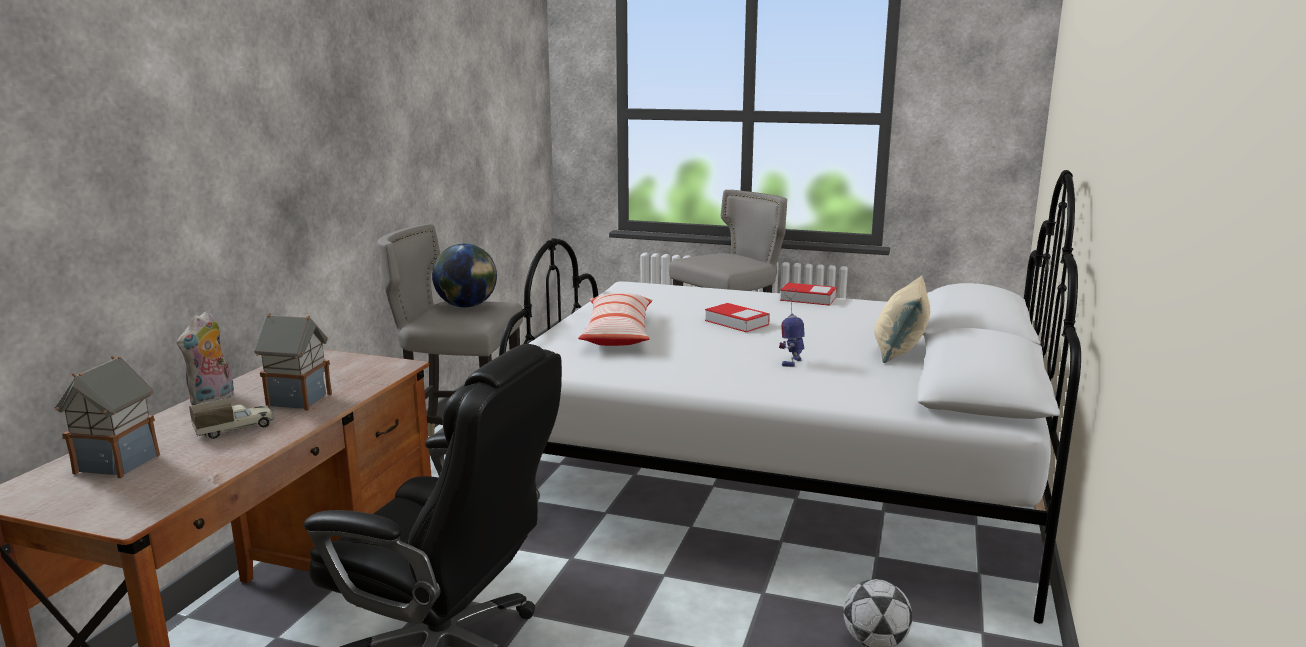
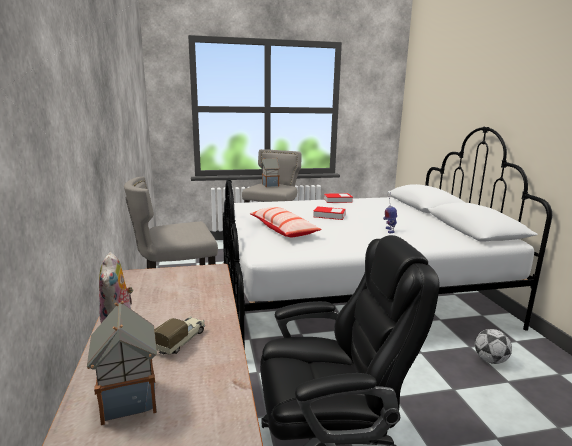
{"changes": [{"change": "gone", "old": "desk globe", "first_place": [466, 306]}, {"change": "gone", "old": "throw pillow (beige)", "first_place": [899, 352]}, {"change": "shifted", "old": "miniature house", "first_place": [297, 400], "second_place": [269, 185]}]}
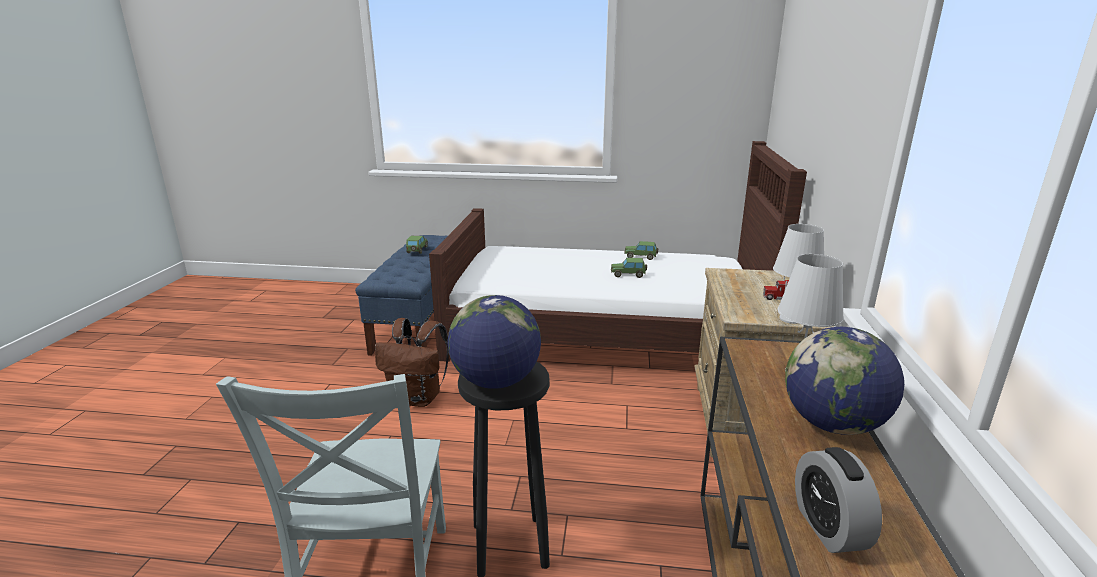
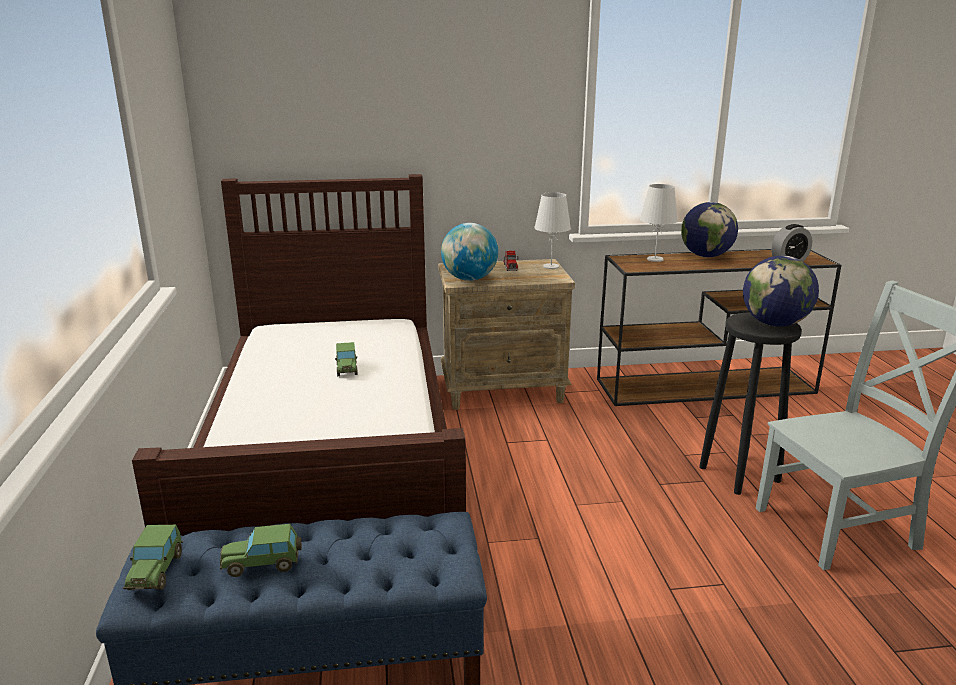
{"changes": [{"change": "gone", "old": "knapsack (brown)", "first_place": [418, 398]}, {"change": "new", "new": "desk globe", "second_place": [469, 279]}, {"change": "shifted", "old": "miniature car", "first_place": [641, 257], "second_place": [156, 571]}]}
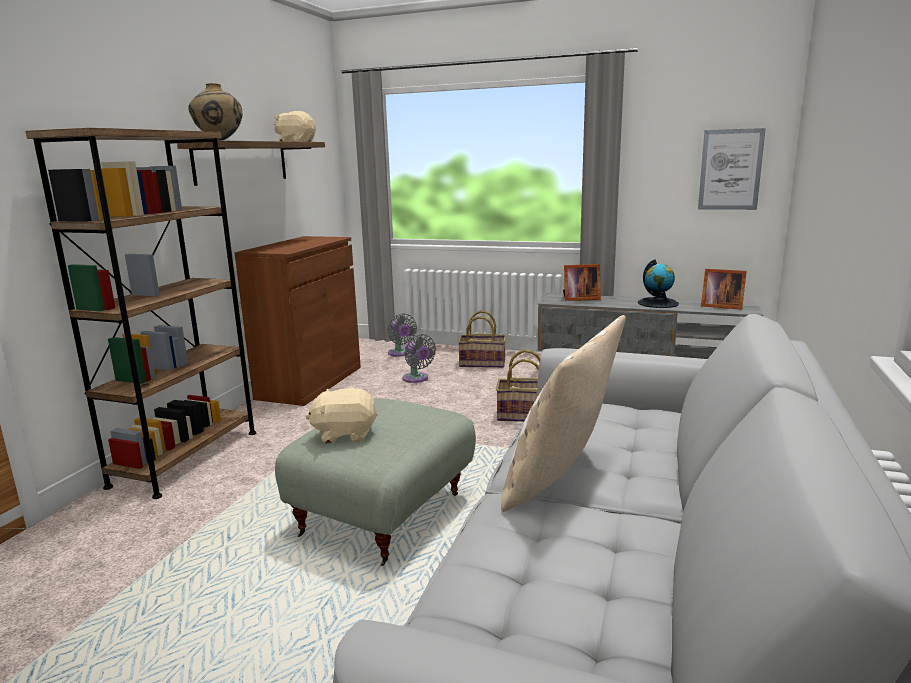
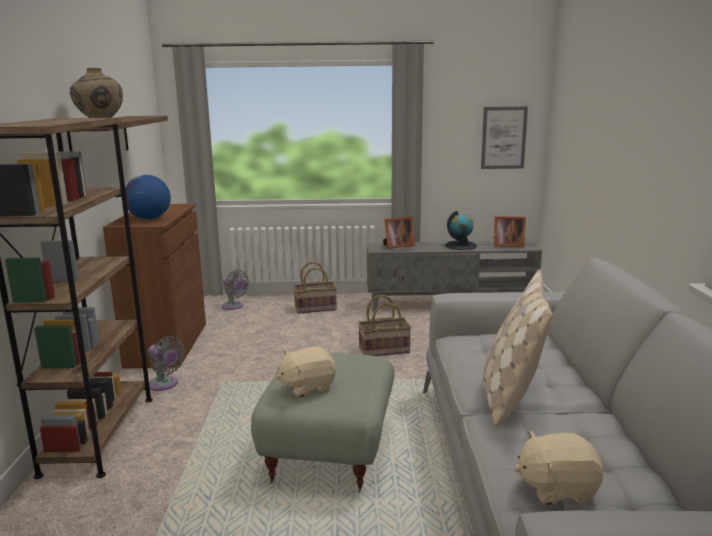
{"changes": [{"change": "new", "new": "desk globe", "second_place": [149, 219]}, {"change": "shifted", "old": "soft toy (beige)", "first_place": [296, 142], "second_place": [556, 489]}, {"change": "shifted", "old": "electric fan (greyish)", "first_place": [417, 379], "second_place": [165, 385]}]}
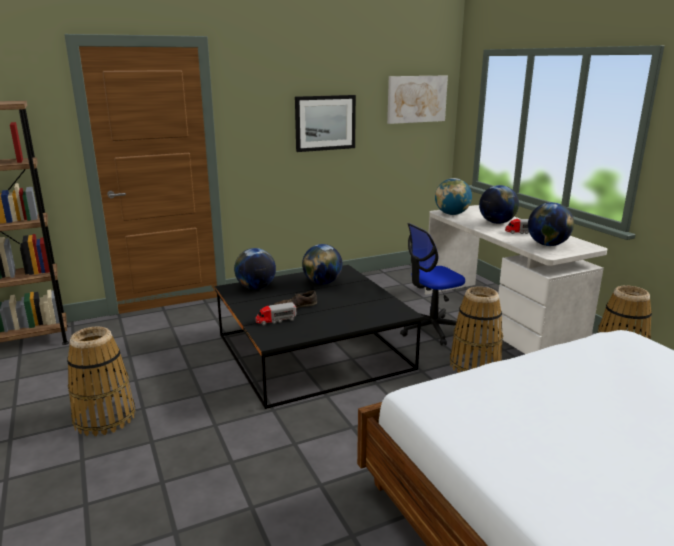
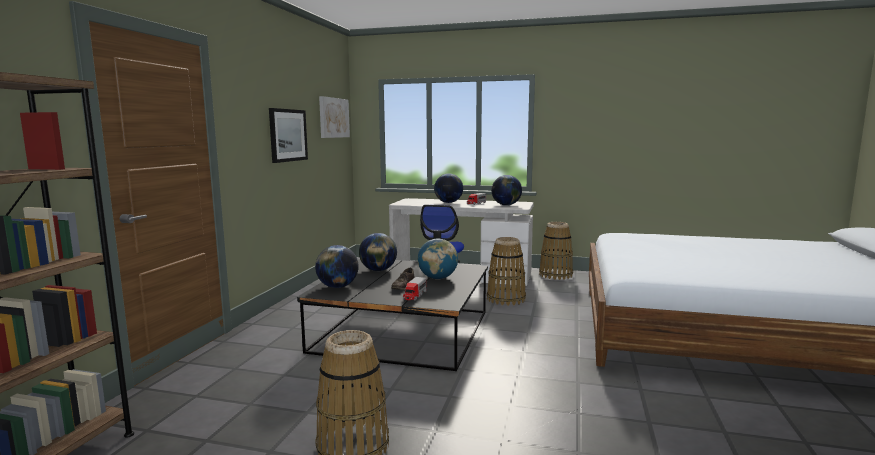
{"changes": [{"change": "shifted", "old": "desk globe", "first_place": [452, 214], "second_place": [438, 278]}]}
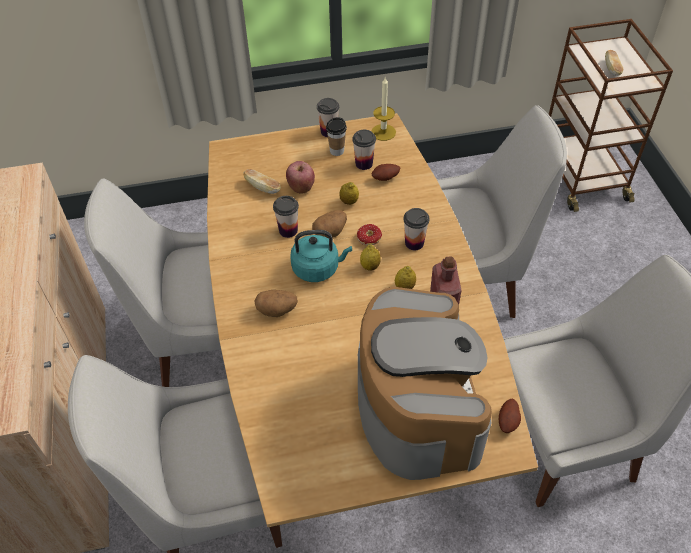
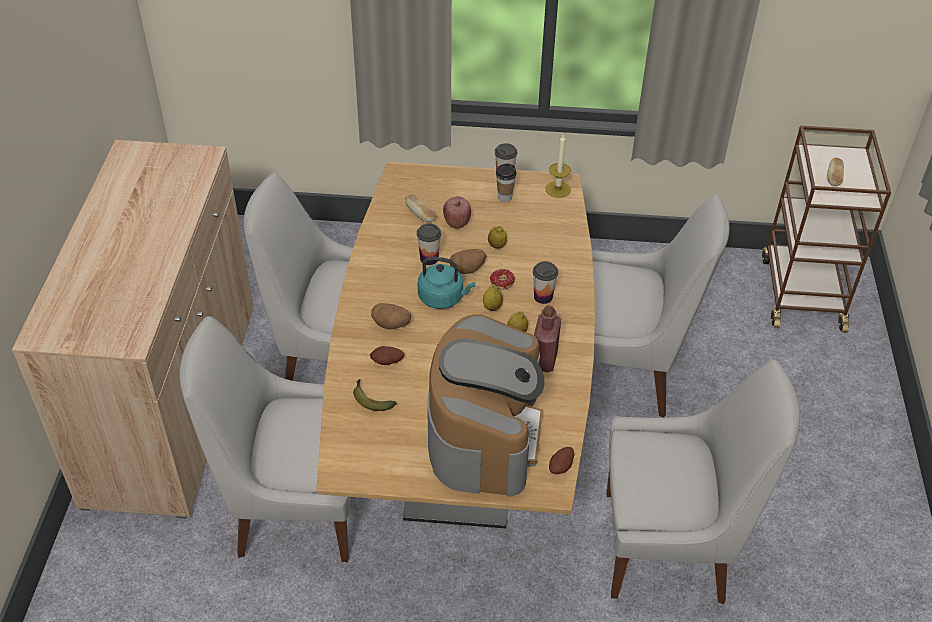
{"changes": [{"change": "gone", "old": "small cup", "first_place": [364, 164]}, {"change": "new", "new": "banana", "second_place": [370, 399]}, {"change": "shifted", "old": "spud", "first_place": [386, 178], "second_place": [387, 362]}]}
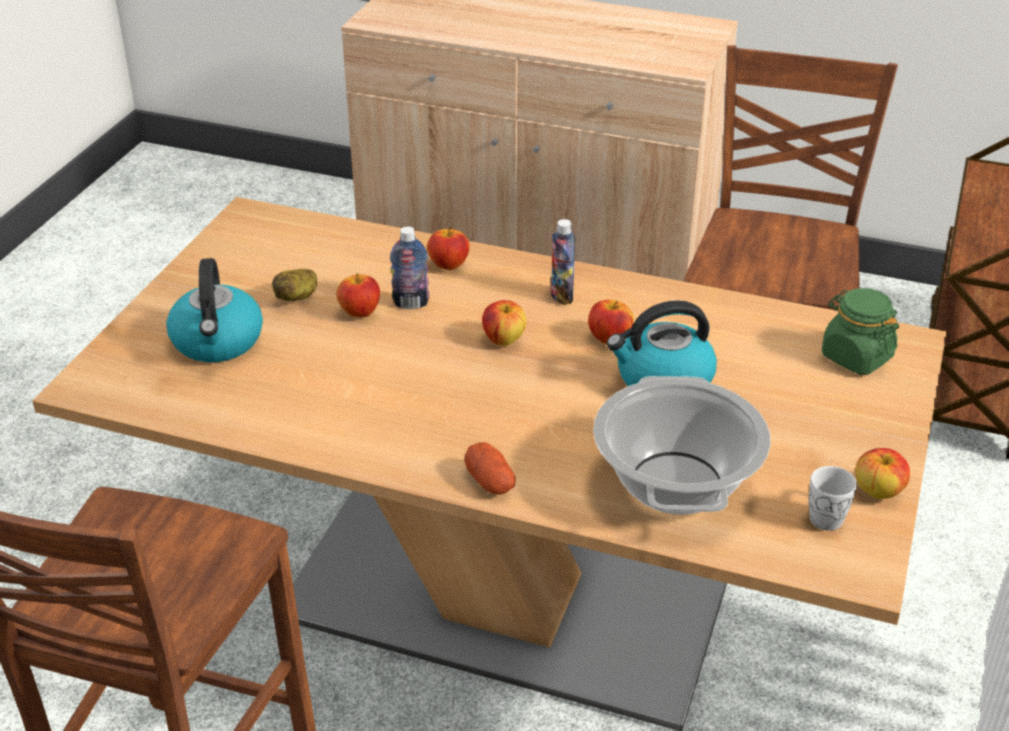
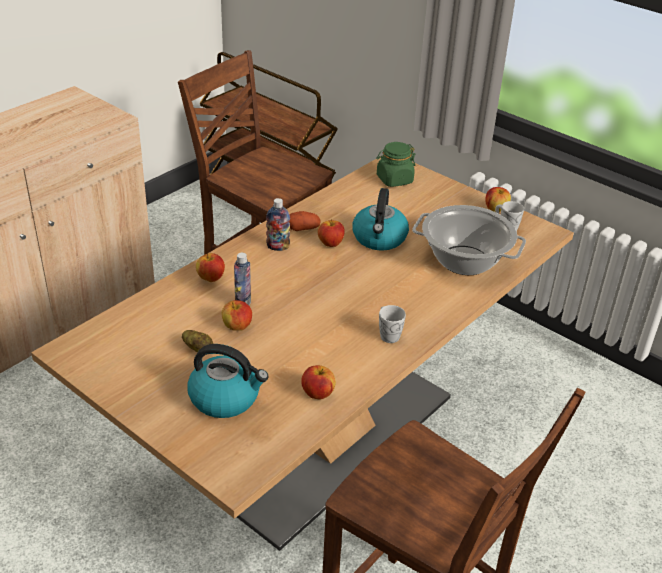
{"changes": [{"change": "new", "new": "tea mug (white-coloured)", "second_place": [388, 334]}, {"change": "shifted", "old": "spud", "first_place": [490, 481], "second_place": [303, 228]}, {"change": "shifted", "old": "apple fruit", "first_place": [503, 339], "second_place": [317, 393]}]}
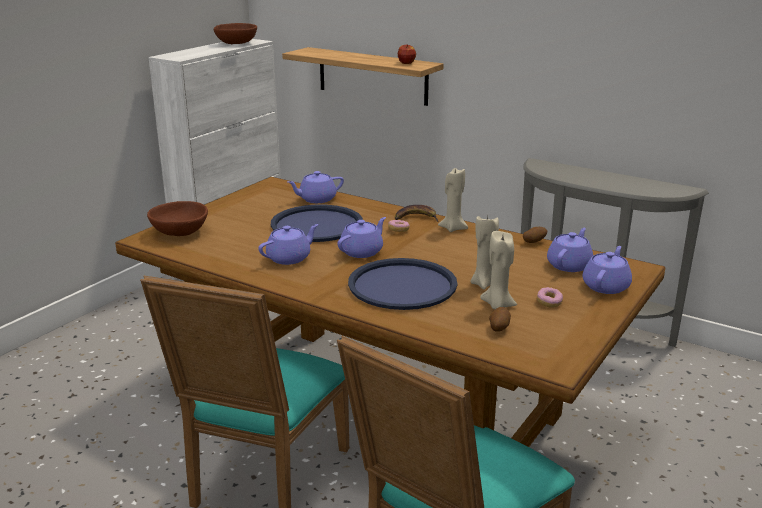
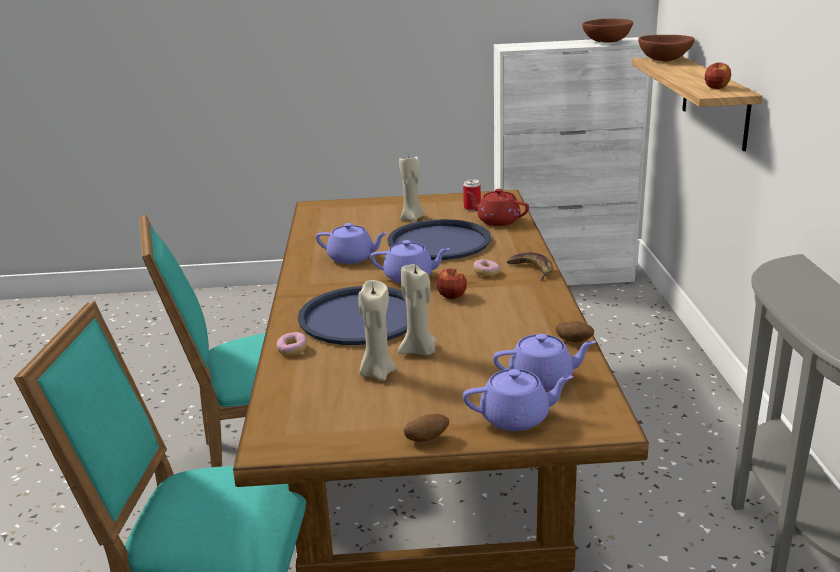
{"changes": [{"change": "new", "new": "apple fruit", "second_place": [451, 296]}, {"change": "new", "new": "can", "second_place": [472, 208]}, {"change": "shifted", "old": "bowl (brown)", "first_place": [180, 232], "second_place": [664, 60]}, {"change": "shifted", "old": "candle (beige)", "first_place": [453, 228], "second_place": [412, 218]}, {"change": "shifted", "old": "spud", "first_place": [498, 328], "second_place": [427, 439]}, {"change": "shifted", "old": "ring doughnut", "first_place": [549, 302], "second_place": [292, 350]}, {"change": "repainted", "old": "teapot (purplish)", "new": "teapot (red)", "first_place": [316, 199], "second_place": [497, 221]}]}
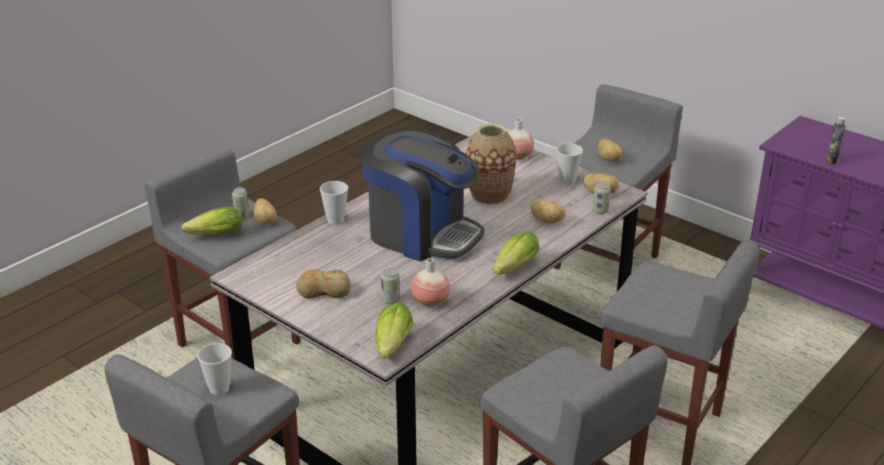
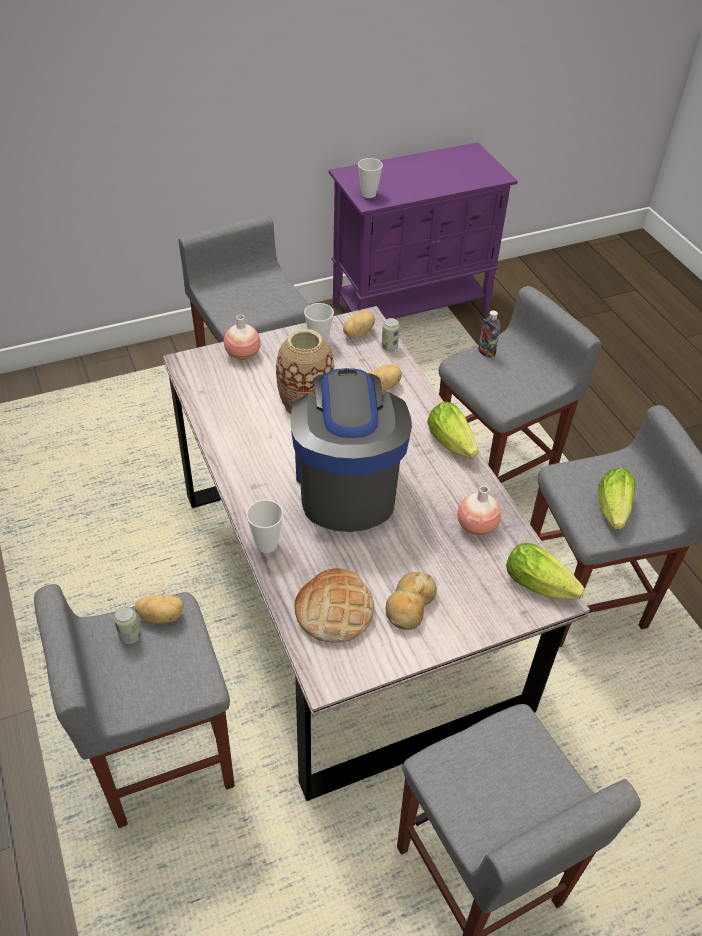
{"changes": [{"change": "gone", "old": "can", "first_place": [390, 300]}, {"change": "gone", "old": "spud", "first_place": [609, 159]}, {"change": "new", "new": "bread", "second_place": [334, 610]}, {"change": "shifted", "old": "lettuce", "first_place": [213, 235], "second_place": [613, 511]}, {"change": "shifted", "old": "small cup", "first_place": [219, 388], "second_place": [369, 194]}, {"change": "shifted", "old": "bottle", "first_place": [832, 160], "second_place": [486, 352]}, {"change": "rotated", "old": "coffee machine", "first_place": [422, 234], "second_place": [346, 484], "degrees": -60}]}
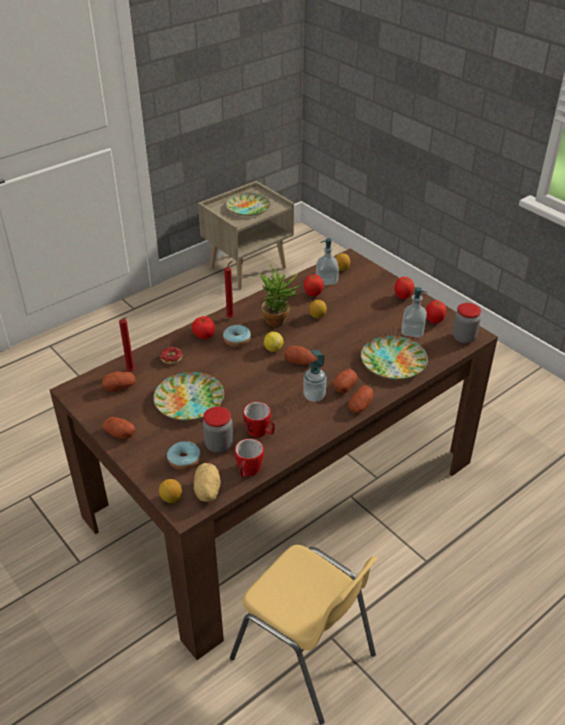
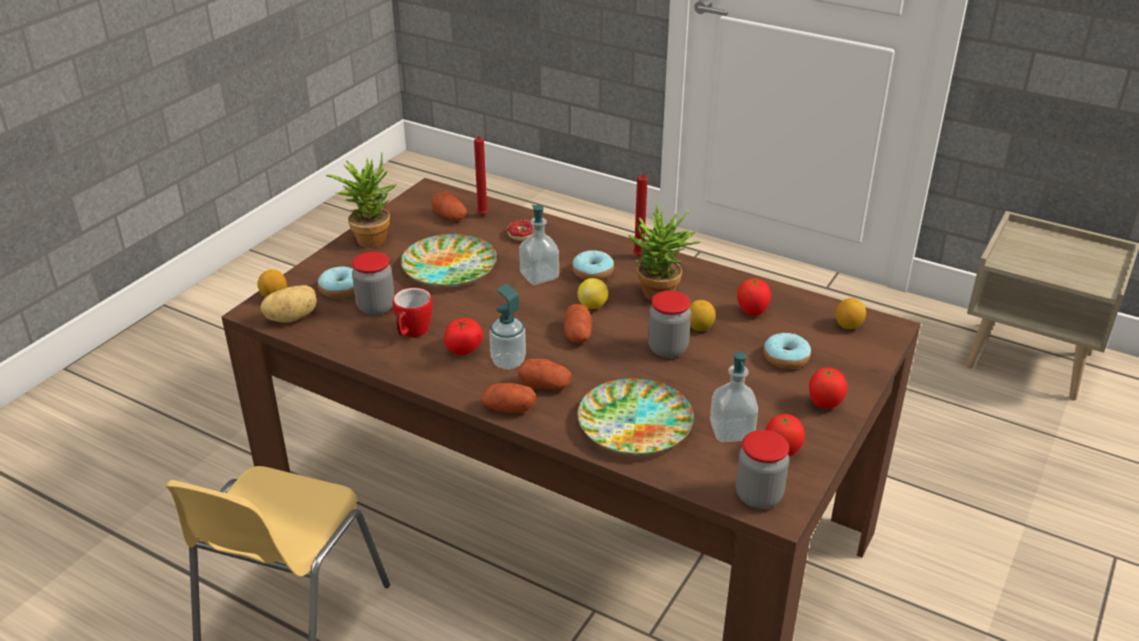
{"changes": [{"change": "gone", "old": "dinner plate", "first_place": [248, 207]}, {"change": "gone", "old": "tea mug", "first_place": [248, 472]}, {"change": "new", "new": "jar", "second_place": [667, 349]}, {"change": "new", "new": "ring doughnut", "second_place": [786, 358]}, {"change": "shifted", "old": "whole tomato", "first_place": [204, 335], "second_place": [463, 349]}, {"change": "shifted", "old": "liquid soap bottle", "first_place": [326, 280], "second_place": [539, 276]}, {"change": "swapped", "old": "spud", "new": "plant in a pot", "first_place": [120, 434], "second_place": [369, 237]}]}
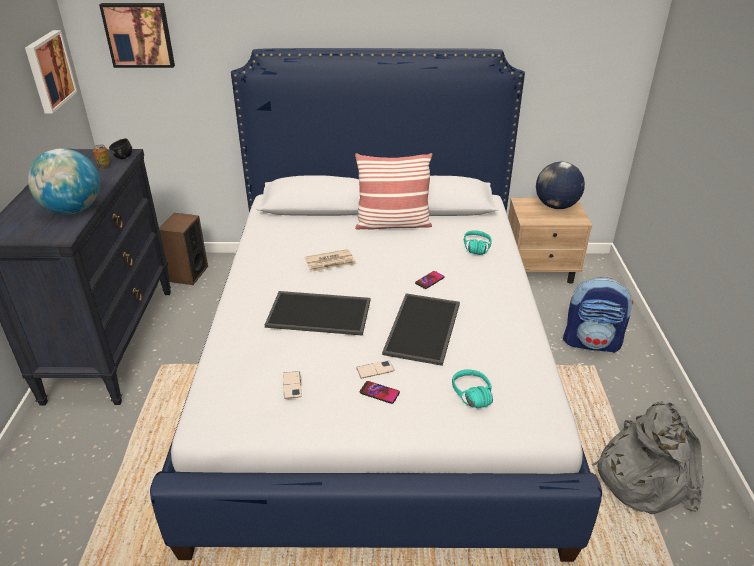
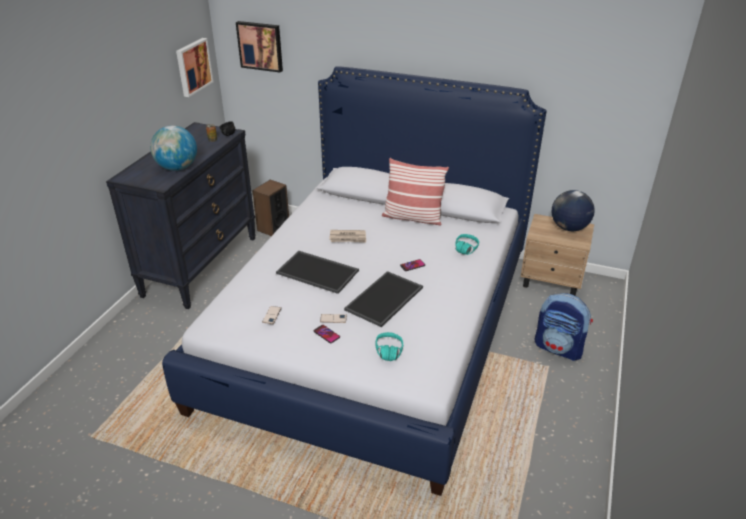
{"changes": [{"change": "gone", "old": "knapsack (greyish)", "first_place": [642, 475]}]}
